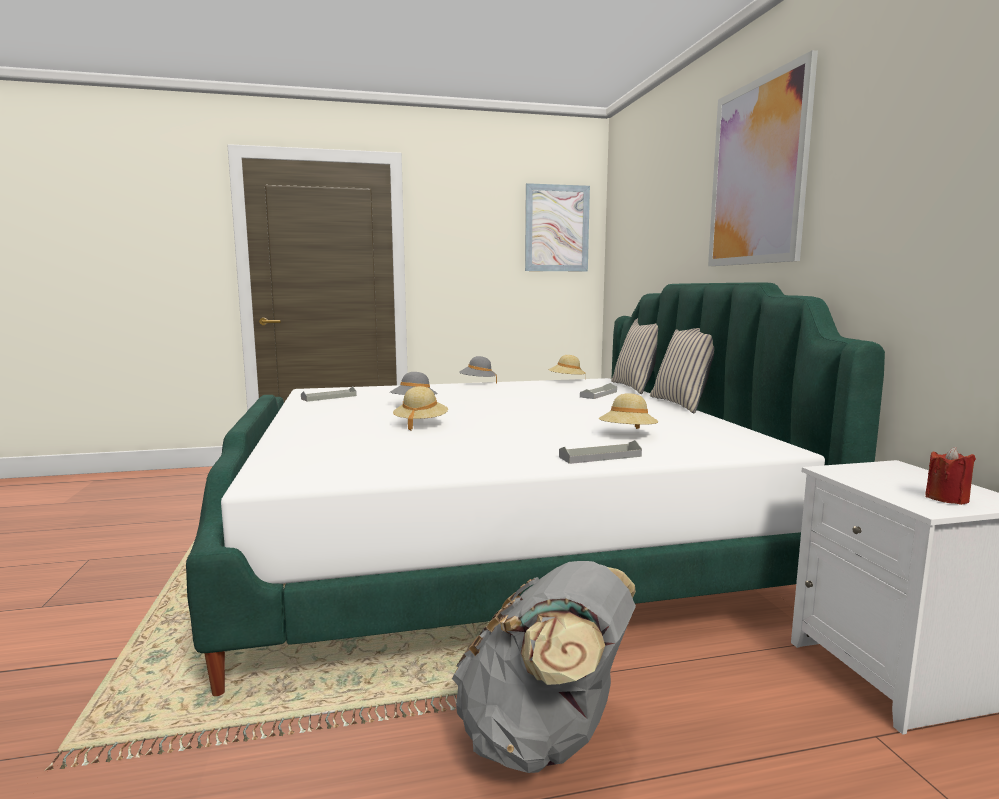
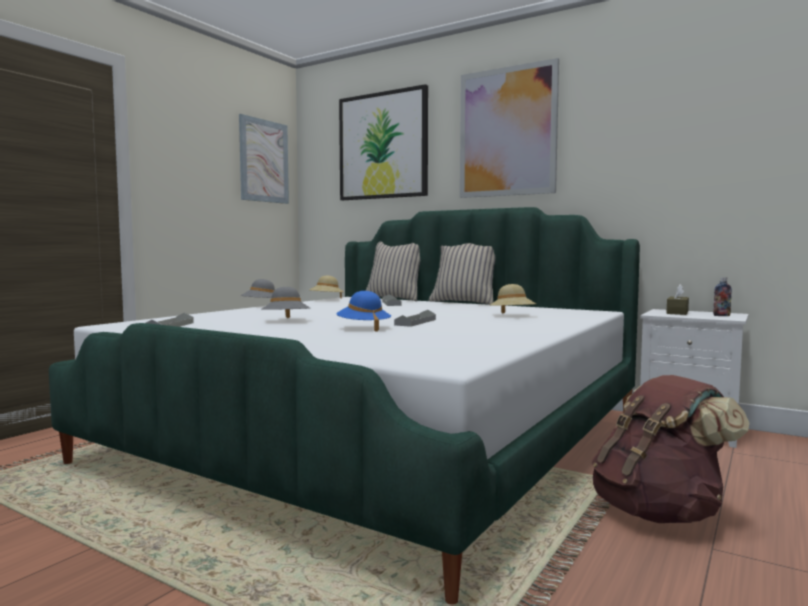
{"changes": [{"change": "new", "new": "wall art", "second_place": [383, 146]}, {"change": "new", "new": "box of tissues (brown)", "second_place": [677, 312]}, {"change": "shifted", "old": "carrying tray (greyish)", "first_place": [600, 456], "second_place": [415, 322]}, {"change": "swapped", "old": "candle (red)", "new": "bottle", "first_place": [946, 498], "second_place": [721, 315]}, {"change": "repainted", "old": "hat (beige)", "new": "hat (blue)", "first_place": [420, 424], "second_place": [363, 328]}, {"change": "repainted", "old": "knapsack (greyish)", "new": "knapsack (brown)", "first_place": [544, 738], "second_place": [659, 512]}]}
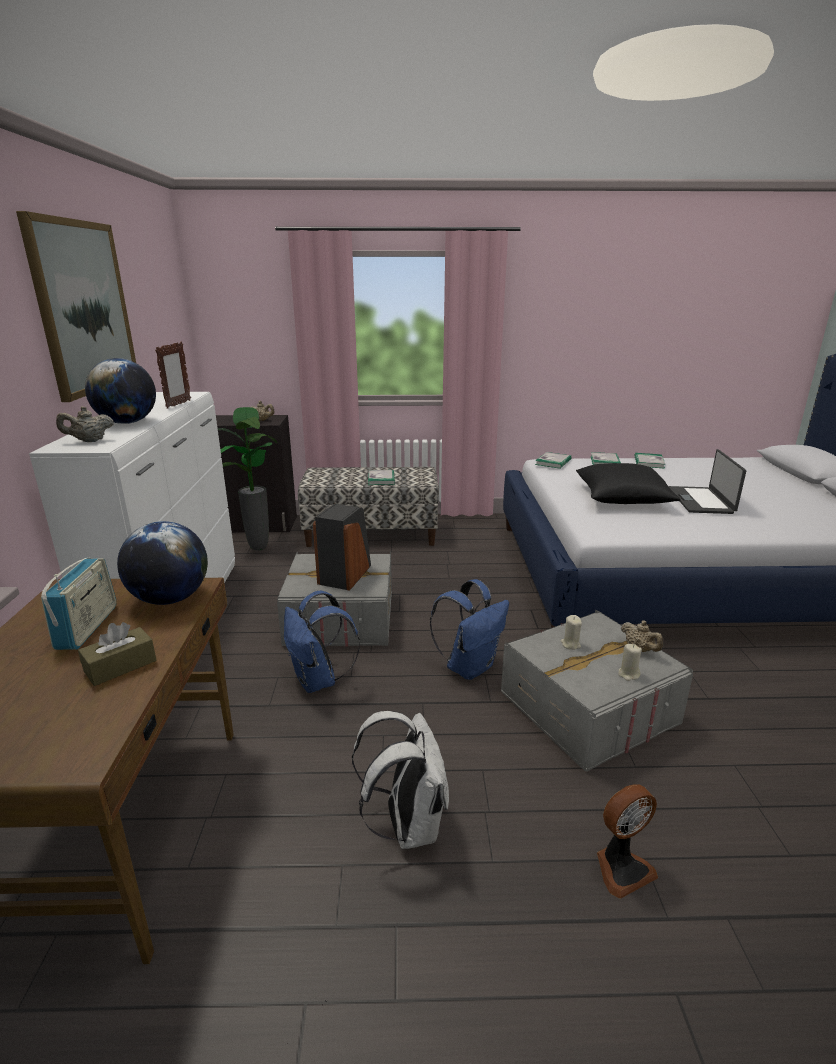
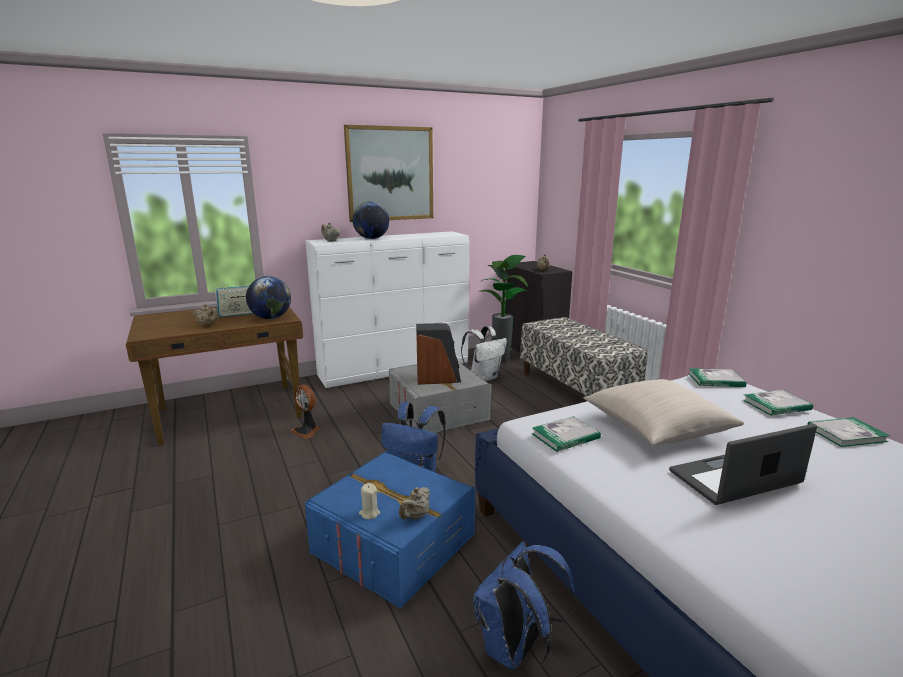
{"changes": [{"change": "gone", "old": "picture frame", "first_place": [178, 404]}, {"change": "gone", "old": "candle (beige)", "first_place": [570, 644]}, {"change": "shifted", "old": "knapsack (blue)", "first_place": [318, 681], "second_place": [515, 649]}, {"change": "shifted", "old": "knapsack (white-coloured)", "first_place": [407, 824], "second_place": [483, 377]}, {"change": "shifted", "old": "bound book", "first_place": [381, 479], "second_place": [565, 436]}, {"change": "shifted", "old": "electric fan", "first_place": [621, 868], "second_place": [306, 431]}, {"change": "swapped", "old": "box of tissues (brown)", "new": "teapot (beige)", "first_place": [120, 666], "second_place": [208, 325]}, {"change": "repainted", "old": "storage box (greyish)", "new": "storage box (blue)", "first_place": [588, 708], "second_place": [394, 545]}, {"change": "repainted", "old": "throw pillow (black)", "new": "throw pillow (beige)", "first_place": [622, 499], "second_place": [657, 428]}]}
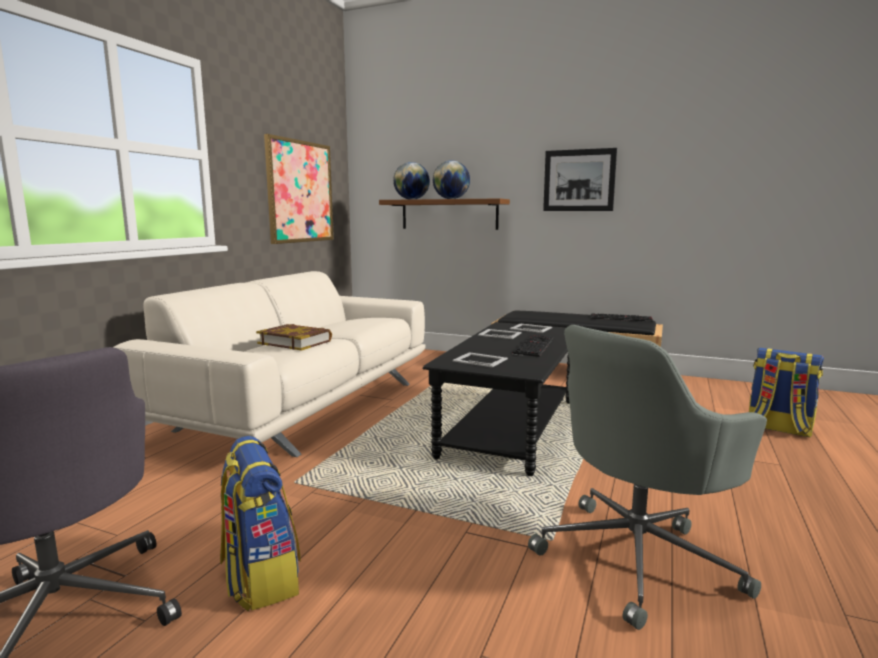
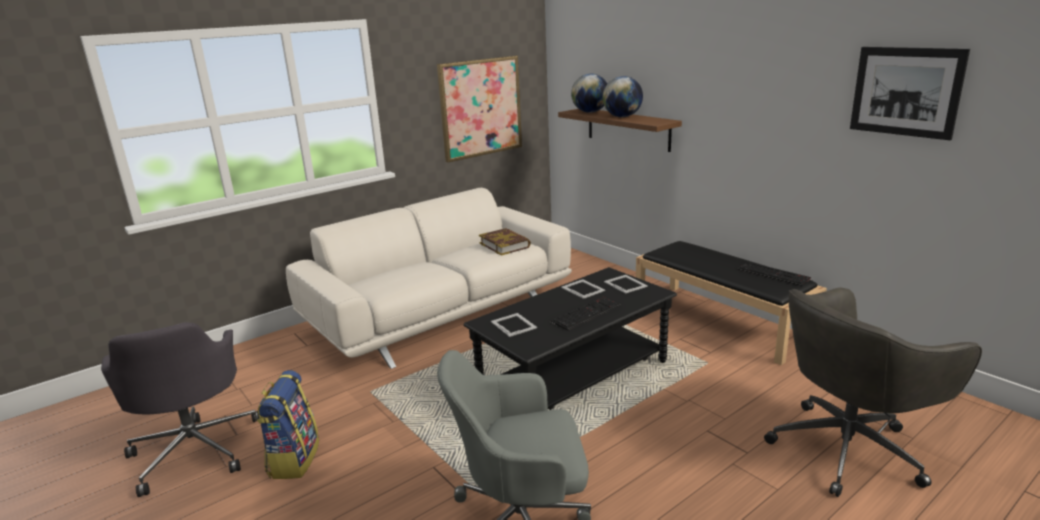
{"changes": [{"change": "shifted", "old": "bound book", "first_place": [295, 342], "second_place": [505, 245]}, {"change": "shifted", "old": "wall art", "first_place": [579, 180], "second_place": [905, 91]}, {"change": "swapped", "old": "knapsack", "new": "office chair (greyish)", "first_place": [778, 428], "second_place": [849, 448]}]}
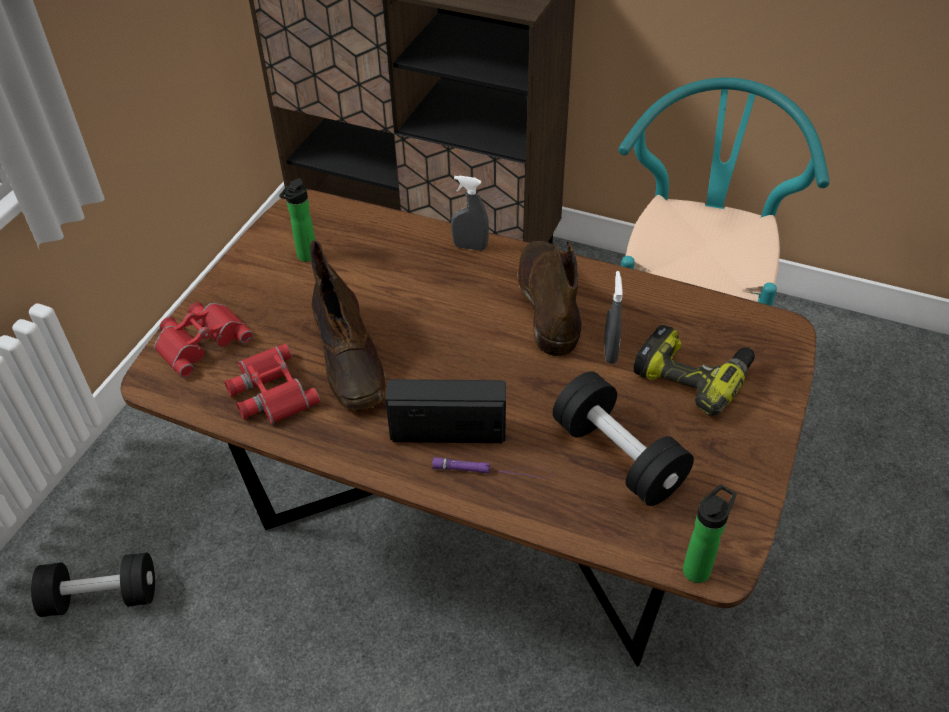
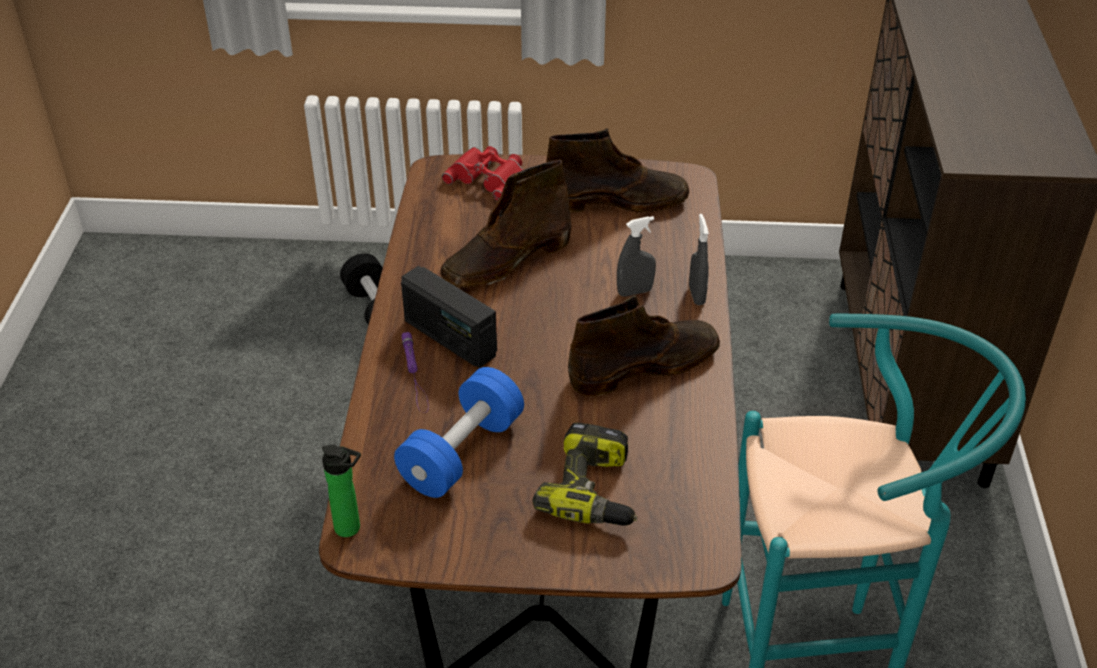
{"changes": [{"change": "gone", "old": "binoculars (red)", "first_place": [269, 392]}, {"change": "shifted", "old": "sprayer (greyish)", "first_place": [610, 352], "second_place": [635, 292]}, {"change": "swapped", "old": "bottle", "new": "high-top boot (brown)", "first_place": [305, 257], "second_place": [619, 201]}, {"change": "repainted", "old": "dumbbell (black)", "new": "dumbbell (blue)", "first_place": [618, 456], "second_place": [462, 452]}, {"change": "rotated", "old": "radio set", "first_place": [448, 430], "second_place": [449, 338], "degrees": 150}]}
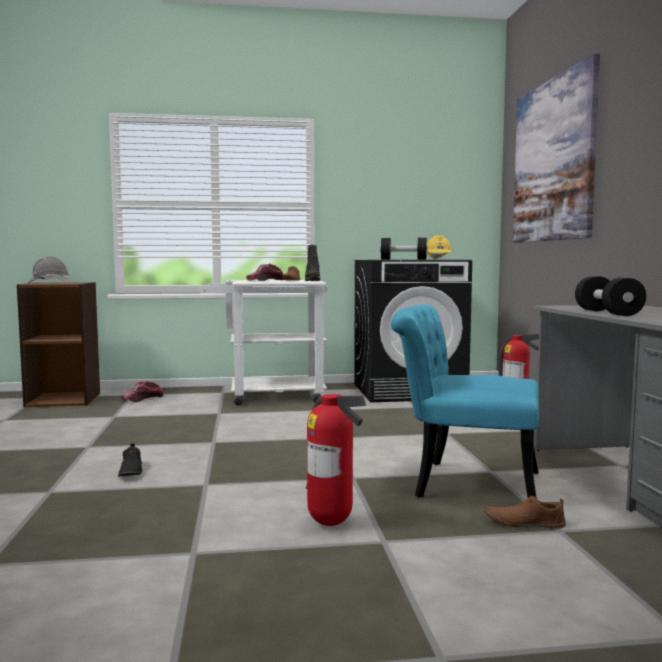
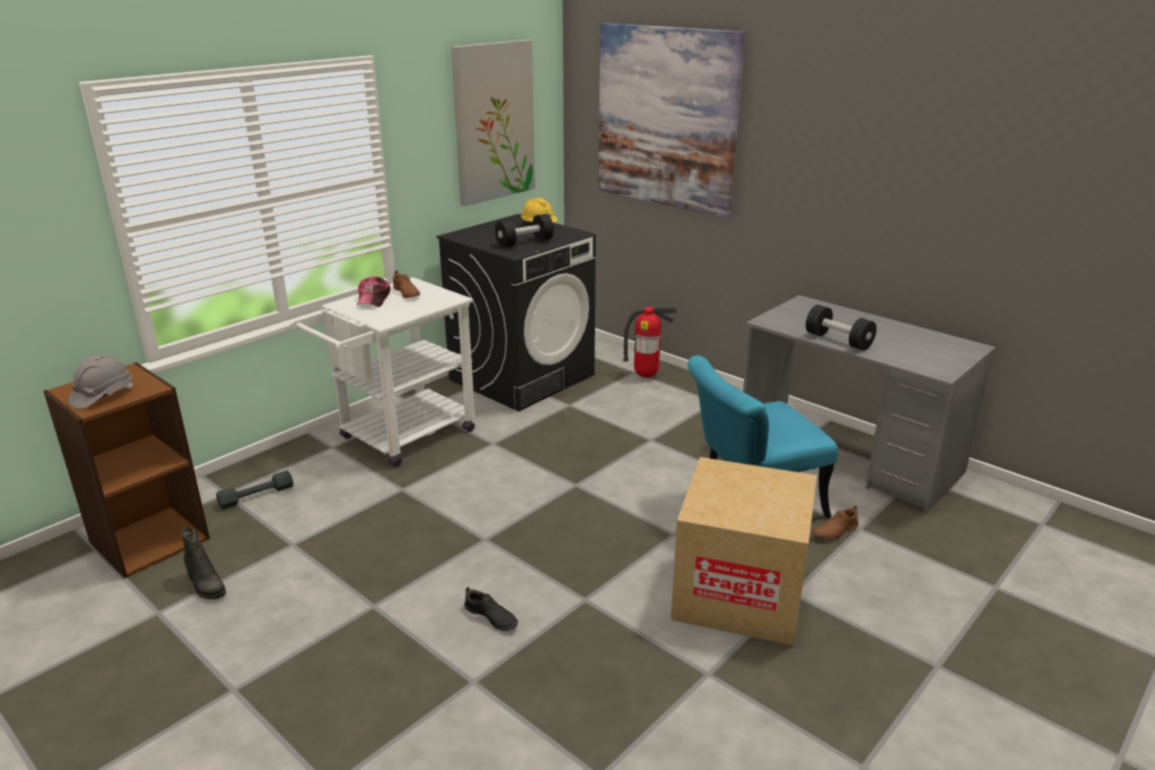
{"changes": [{"change": "new", "new": "wall art", "second_place": [494, 122]}, {"change": "shifted", "old": "high-top boot (black)", "first_place": [312, 280], "second_place": [205, 586]}, {"change": "swapped", "old": "baseball cap", "new": "dumbbell (greyish)", "first_place": [143, 398], "second_place": [256, 495]}, {"change": "swapped", "old": "fire extinguisher", "new": "packing box", "first_place": [331, 523], "second_place": [739, 593]}]}
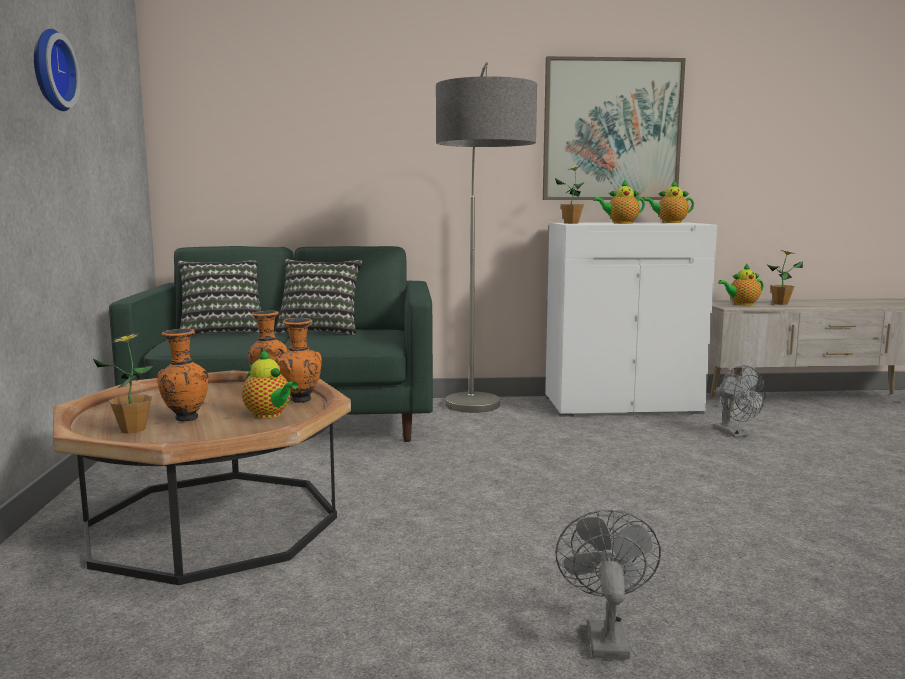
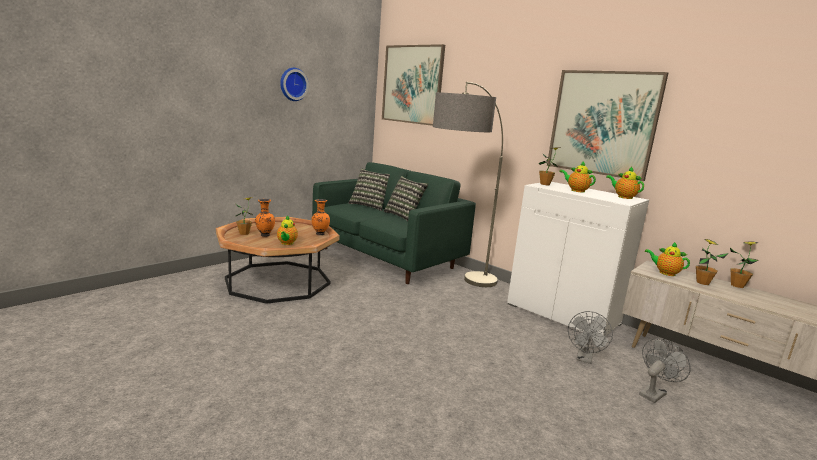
{"changes": [{"change": "gone", "old": "vase (orangey)", "first_place": [300, 401]}, {"change": "new", "new": "wall art", "second_place": [412, 84]}, {"change": "new", "new": "plant in a pot", "second_place": [737, 285]}, {"change": "shifted", "old": "electric fan (greyish)", "first_place": [605, 635], "second_place": [654, 393]}]}
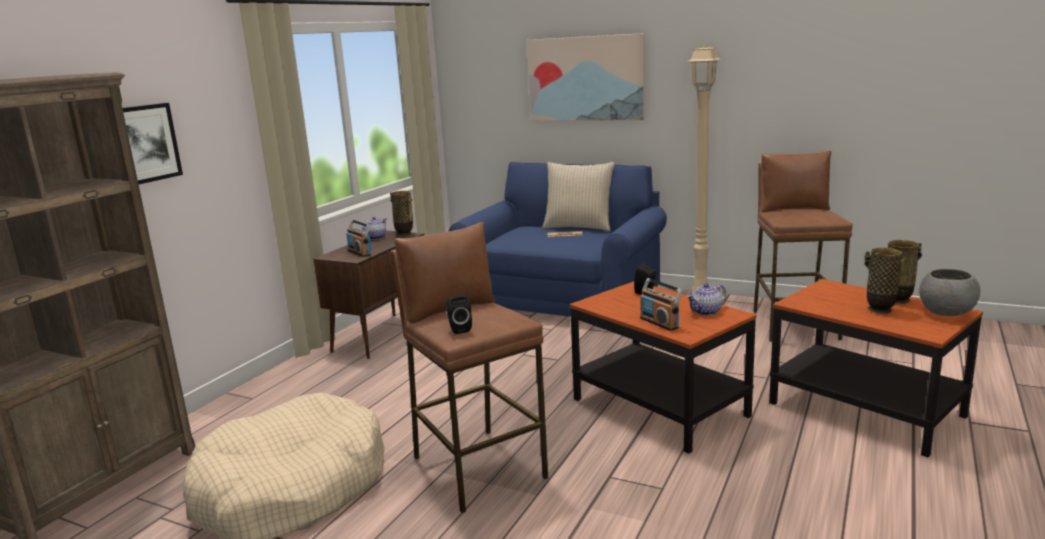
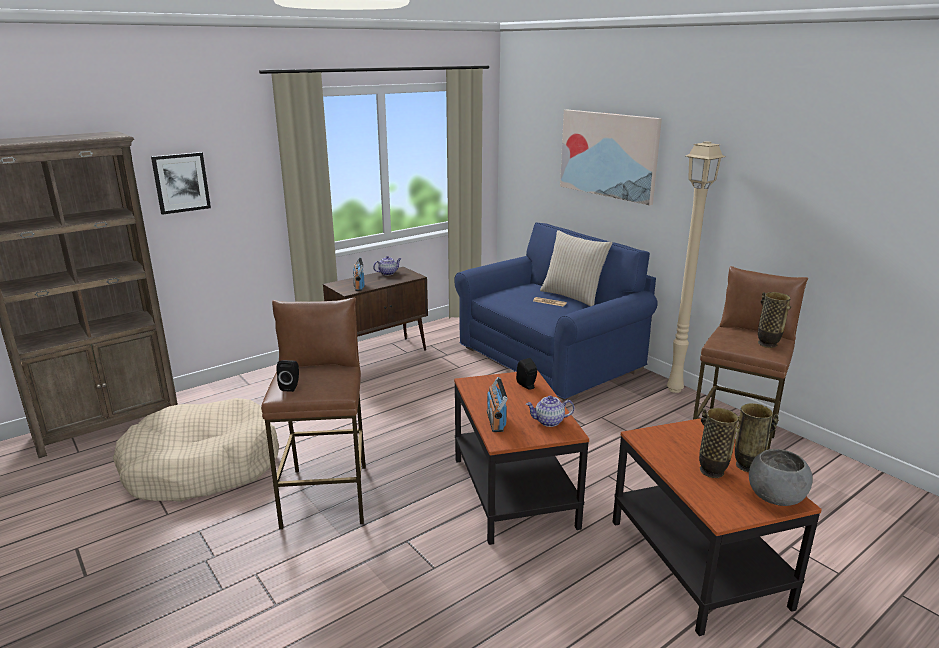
{"changes": [{"change": "shifted", "old": "vase", "first_place": [404, 234], "second_place": [767, 344]}]}
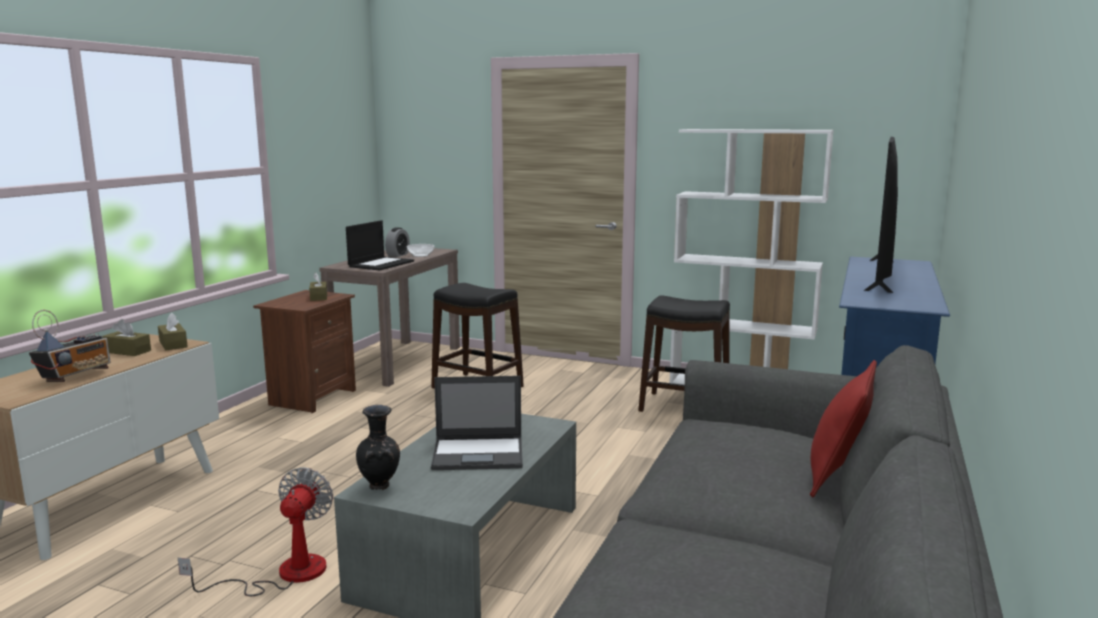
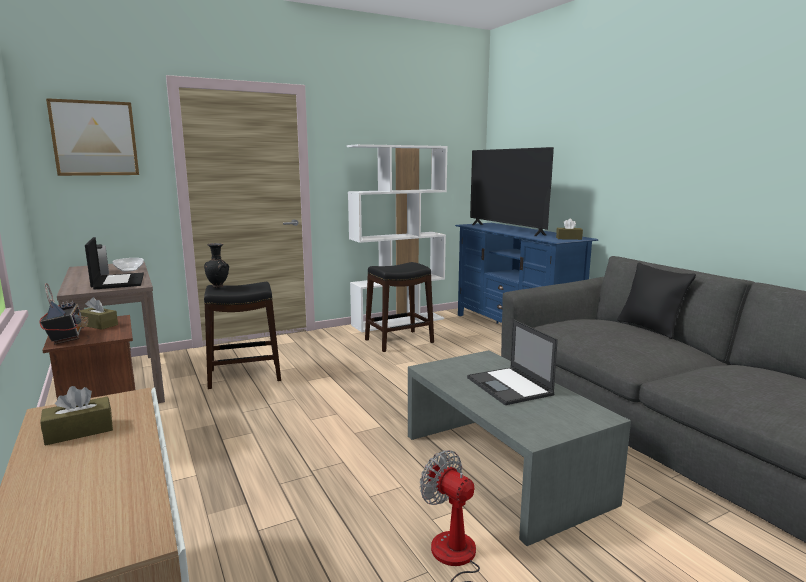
{"changes": [{"change": "new", "new": "wall art", "second_place": [95, 138]}, {"change": "shifted", "old": "radio set", "first_place": [76, 376], "second_place": [67, 337]}, {"change": "shifted", "old": "box of tissues (brown)", "first_place": [173, 344], "second_place": [568, 238]}, {"change": "shifted", "old": "vase (black)", "first_place": [380, 487], "second_place": [218, 287]}, {"change": "repainted", "old": "throw pillow (red)", "new": "throw pillow (black)", "first_place": [837, 476], "second_place": [649, 328]}, {"change": "rotated", "old": "portable computer", "first_place": [479, 454], "second_place": [510, 386], "degrees": 120}]}
